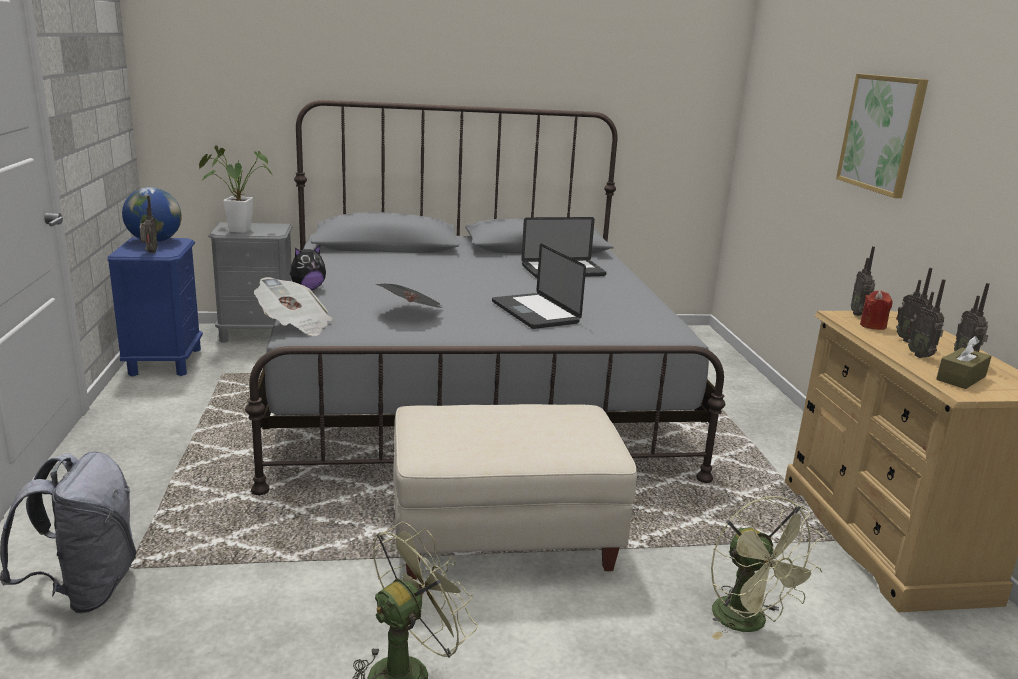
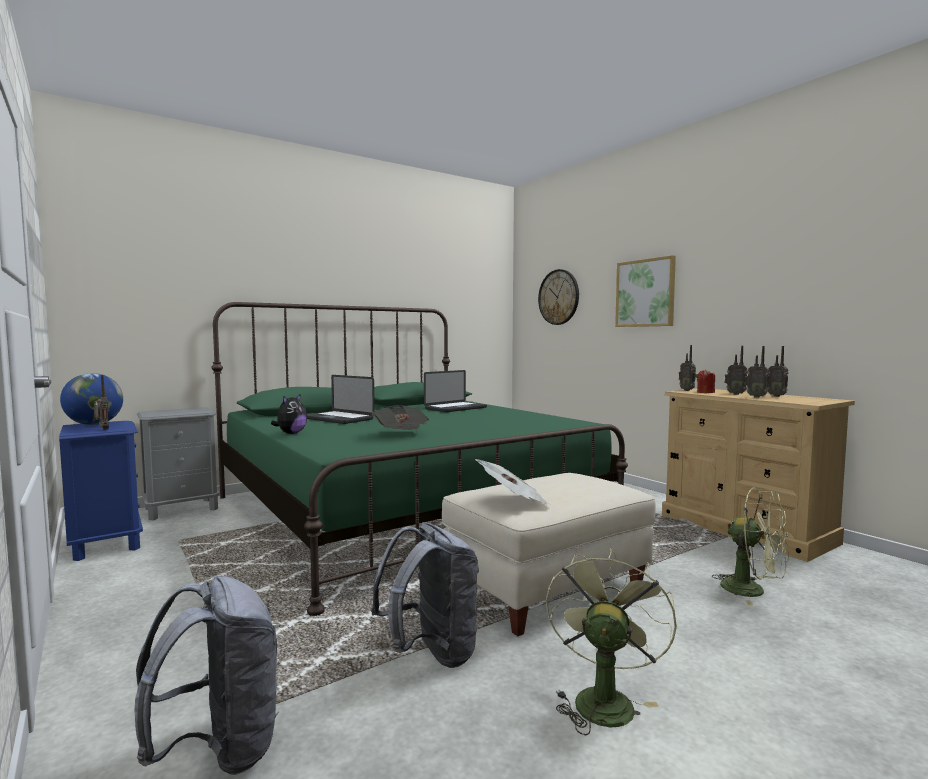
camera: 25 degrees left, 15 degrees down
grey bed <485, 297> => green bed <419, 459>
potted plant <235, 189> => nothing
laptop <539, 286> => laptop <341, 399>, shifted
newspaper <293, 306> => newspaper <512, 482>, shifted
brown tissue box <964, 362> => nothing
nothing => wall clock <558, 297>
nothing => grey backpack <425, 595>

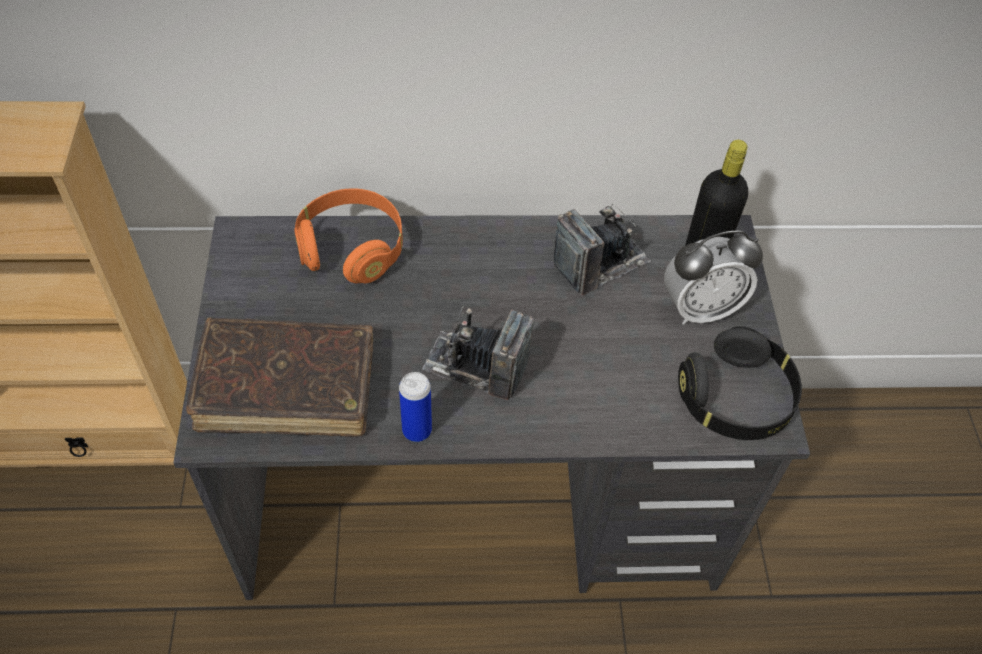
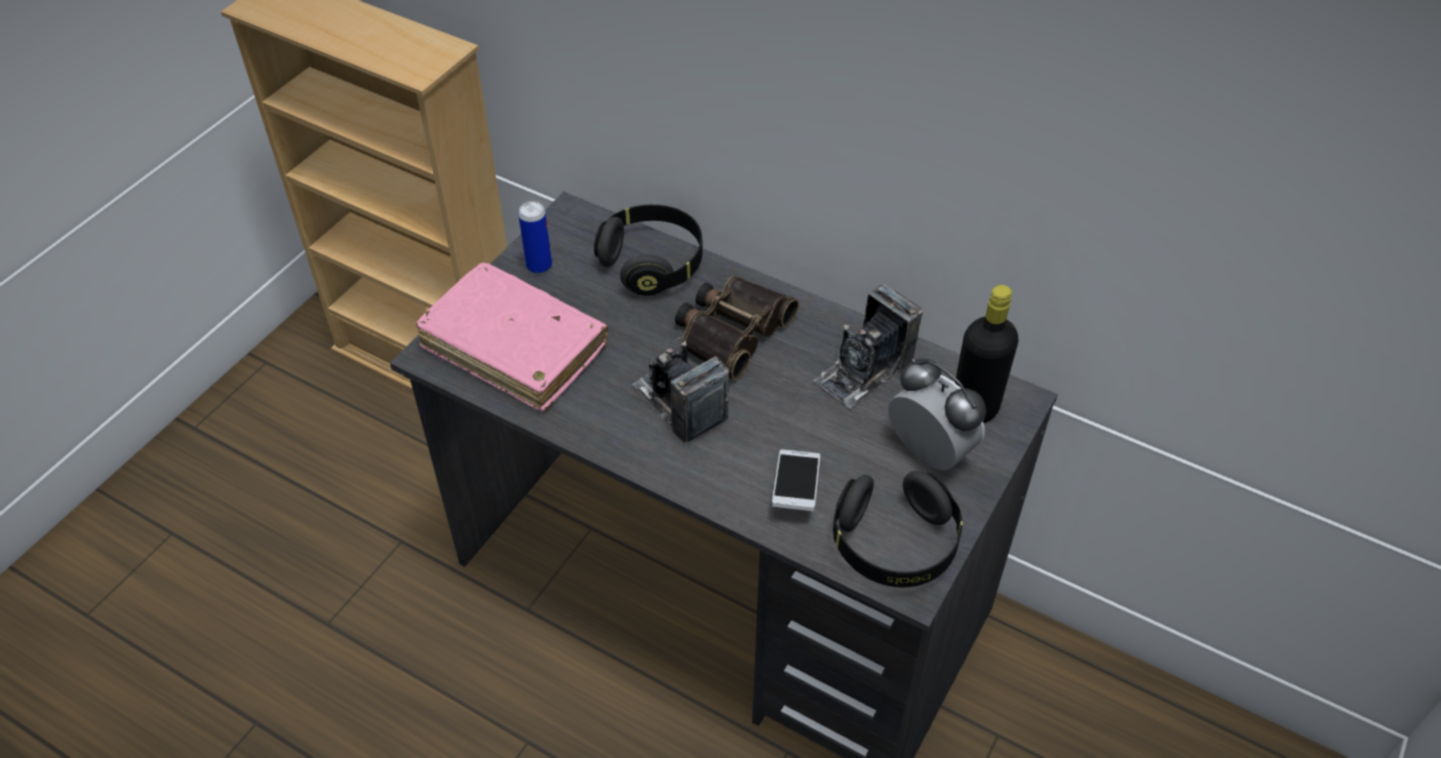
camera: 35 degrees right, 5 degrees down
orange headphones <348, 235> => black headphones <648, 250>
photo camera <602, 250> => photo camera <868, 346>, 135 degrees clockwise
alarm clock <713, 278> => alarm clock <937, 414>, 150 degrees counterclockwise
brown book <279, 377> => pink book <512, 336>
can <415, 407> => can <535, 237>, shifted
nothing => binoculars <737, 328>
nothing => phone <796, 480>

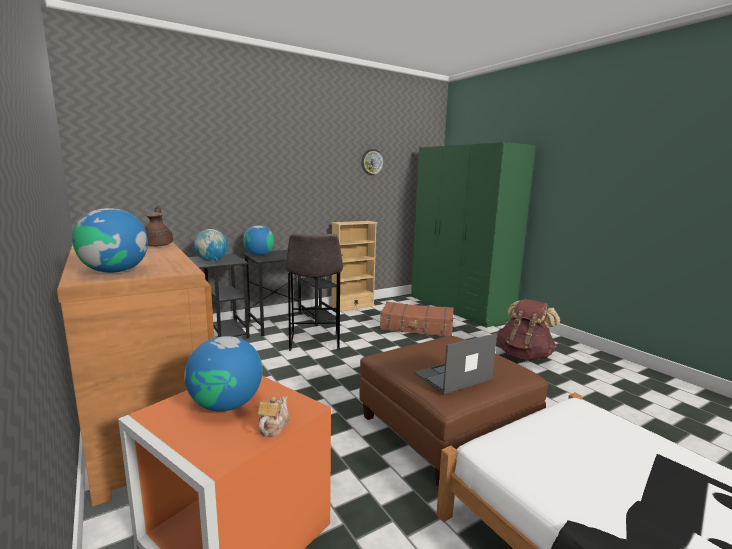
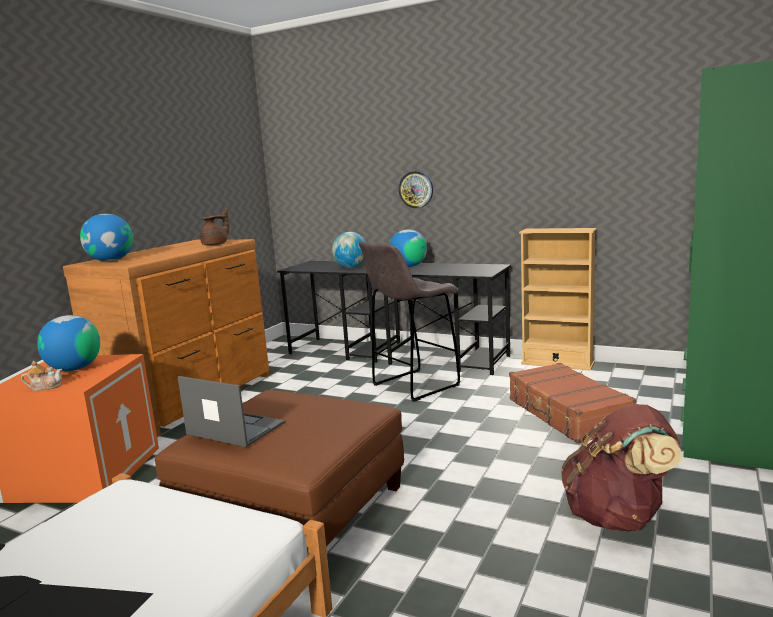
camera: 60 degrees right, 0 degrees up
wall clock <372, 162> => wall clock <415, 189>, shifted

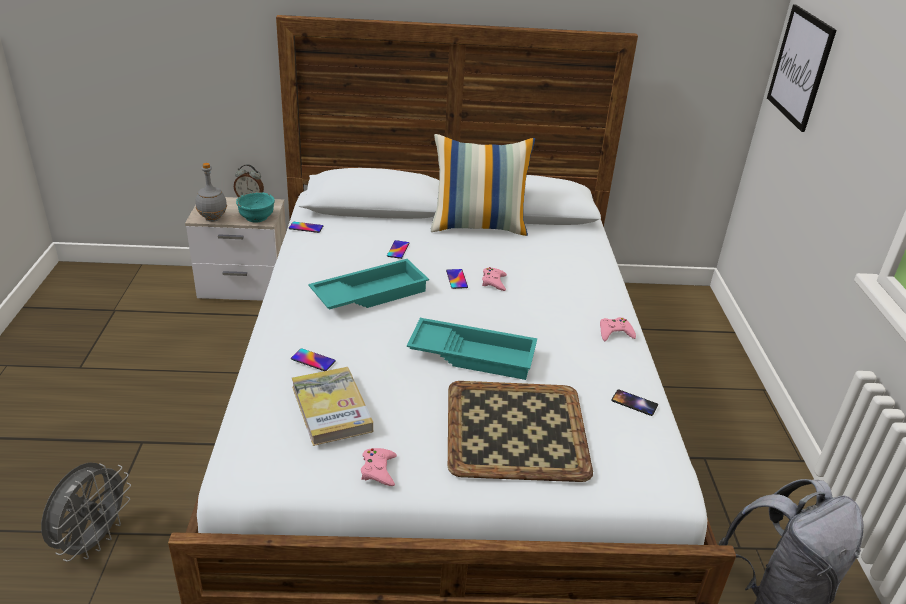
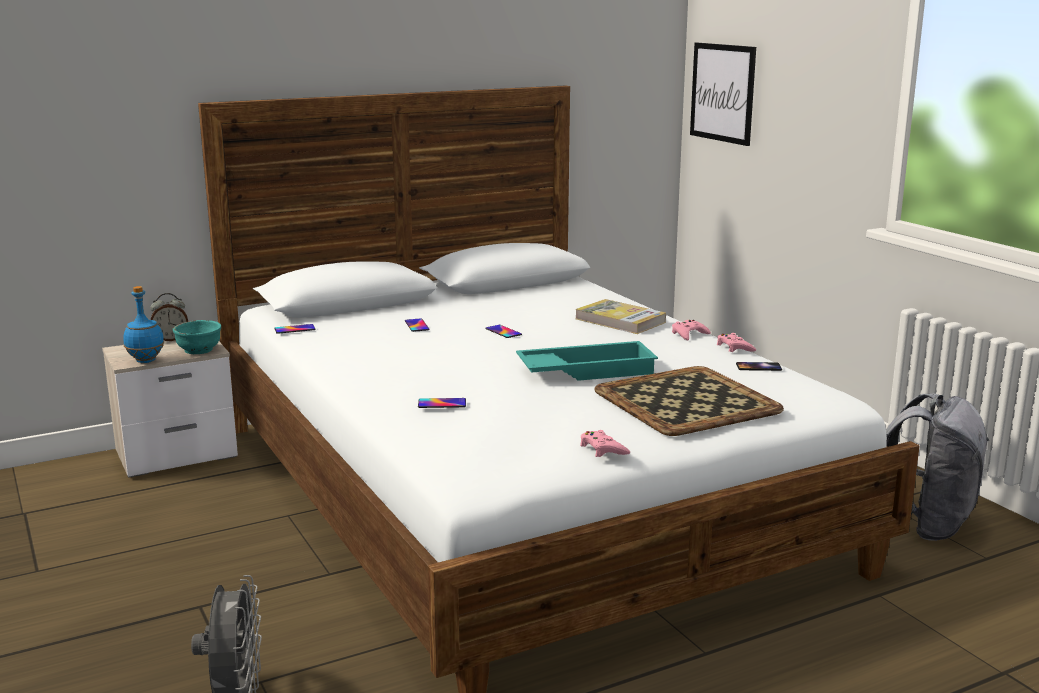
camera: 25 degrees left, 15 degrees down
pillow <483, 185> => nothing
grey bottle <211, 192> => blue bottle <143, 324>
turquoise tray <368, 284> => nothing
pink game controller <494, 279> => pink game controller <736, 342>, shifted
book <332, 406> => book <620, 316>, shifted

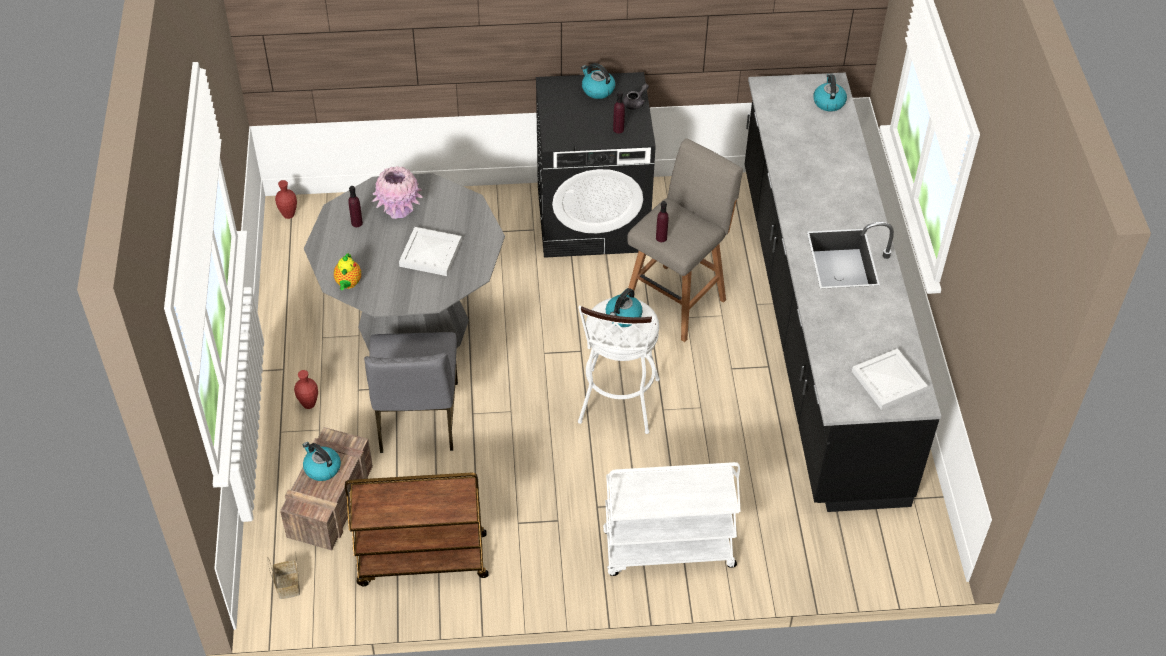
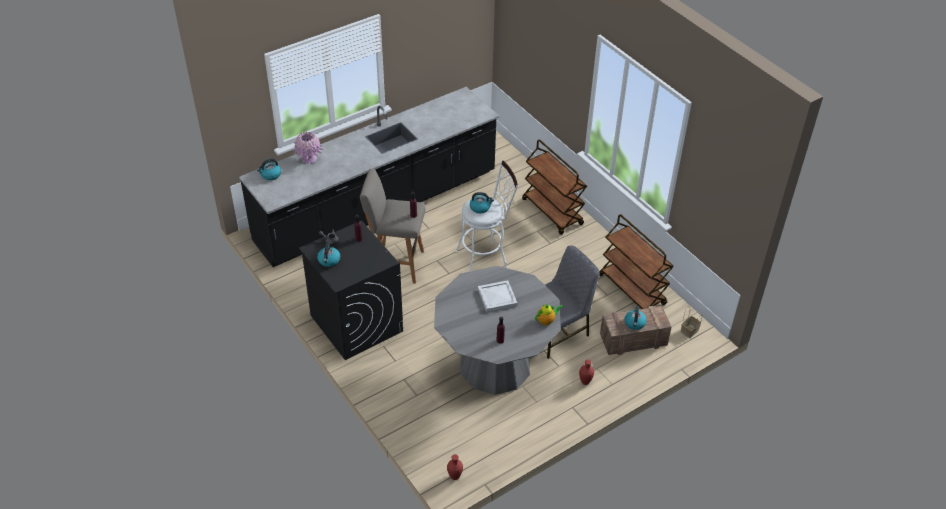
camera: 120 degrees left, 5 degrees down
pink vase <397, 192> => pink vase <308, 148>, shifted
white tray <890, 379> => nothing
white cart <672, 519> => brown cart <554, 187>

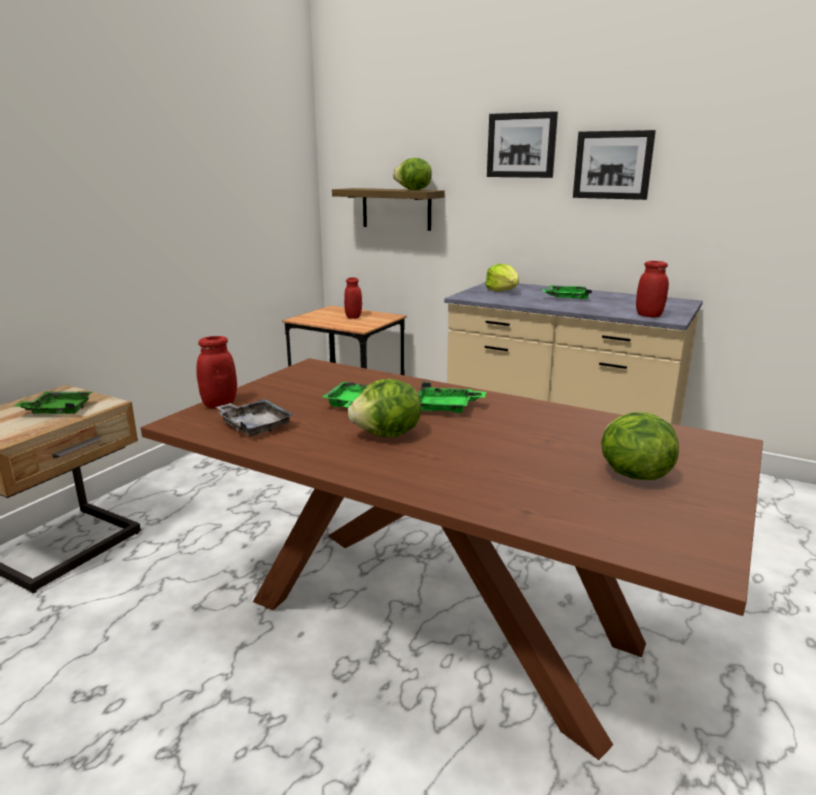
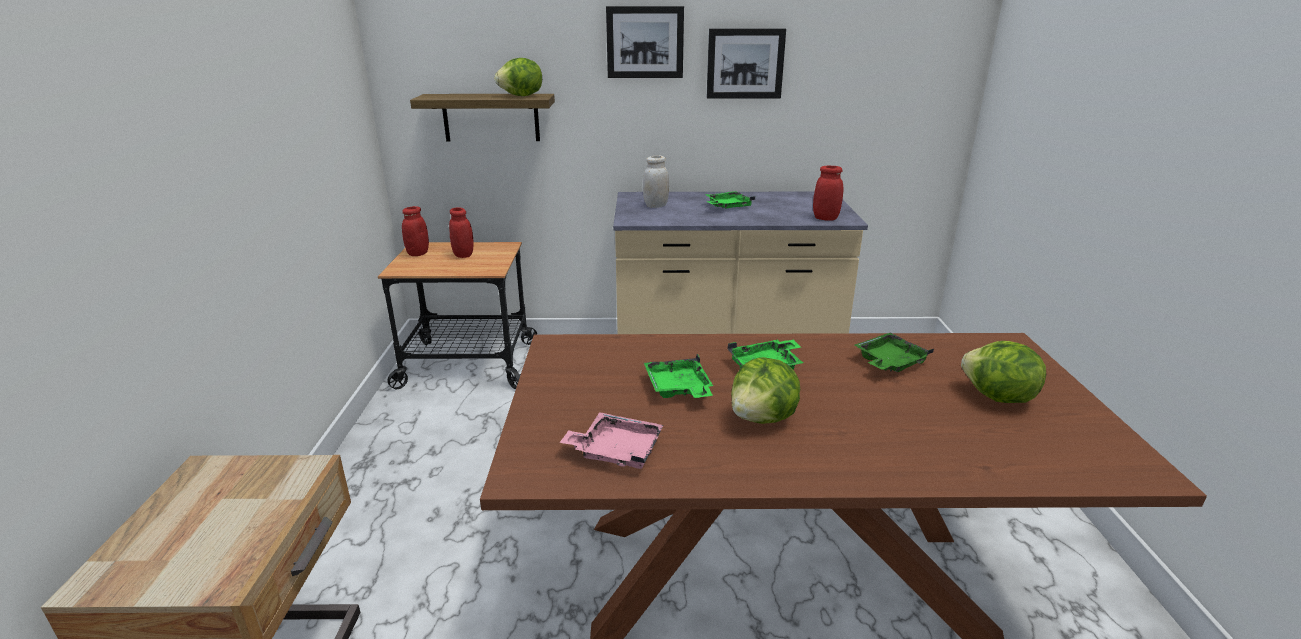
camera: 30 degrees left, 5 degrees up
lettuce <502, 278> => white jar <656, 181>
red jar <216, 372> => red jar <415, 231>, shifted
green tray <52, 403> => green tray <894, 352>, shifted
grey tray <254, 418> => pink tray <611, 440>

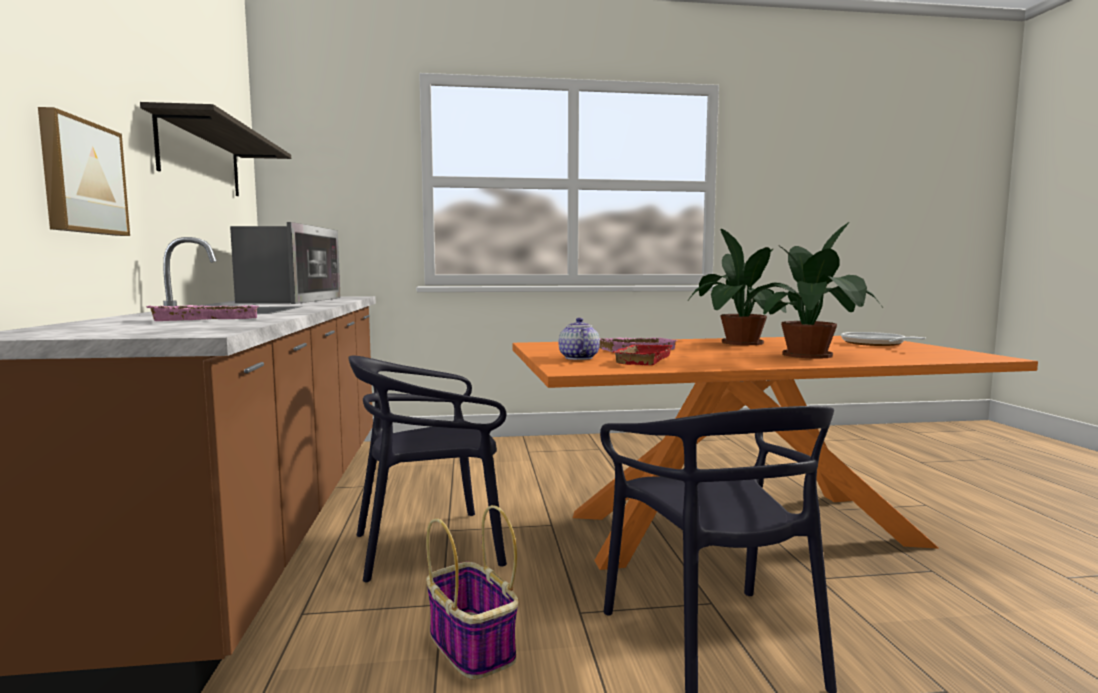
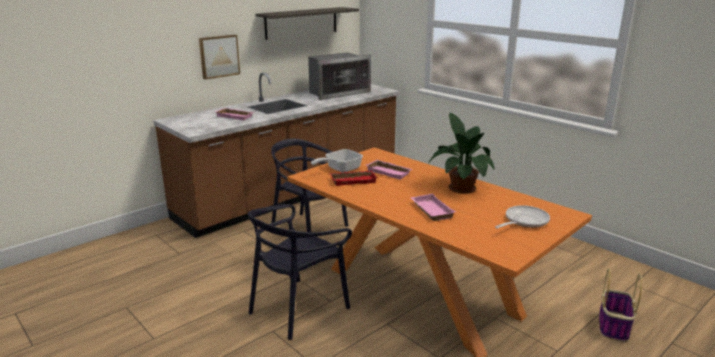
camera: 55 degrees right, 15 degrees up
potted plant <813, 290> => pink tray <433, 207>
teapot <579, 339> => frying pan <337, 160>
basket <472, 592> => basket <620, 305>, shifted

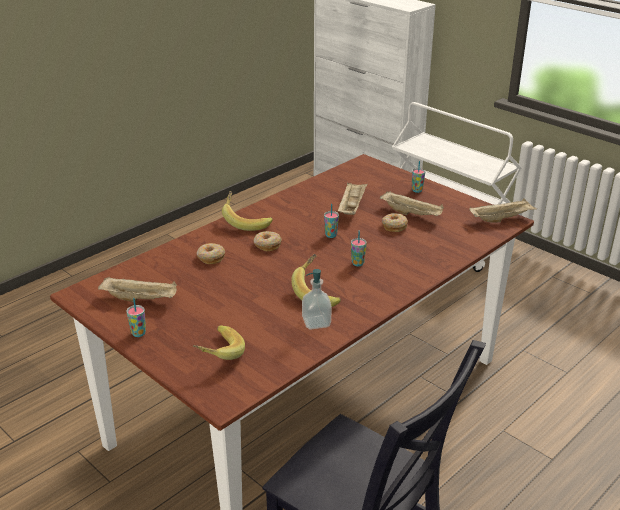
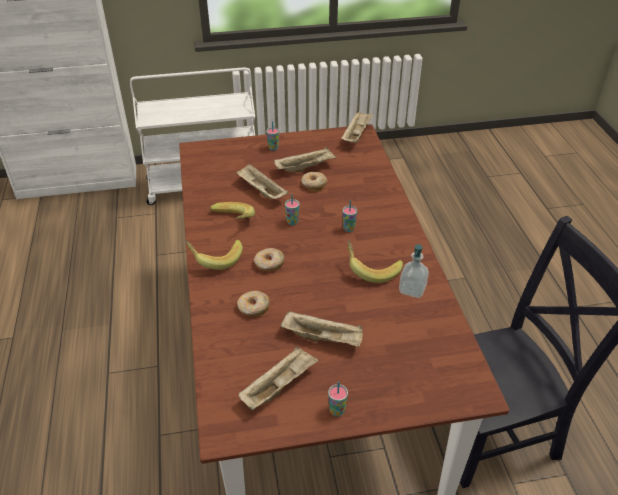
camera: 55 degrees left, 10 degrees up
banana <218, 343> => banana <232, 210>, shifted
nothing => beige tray <322, 329>

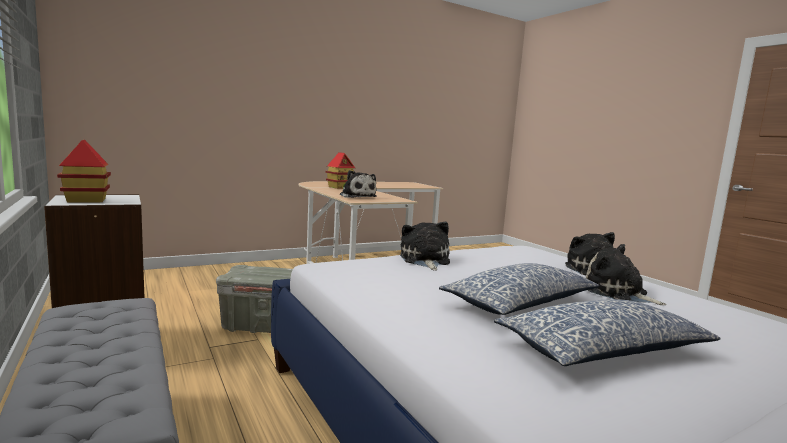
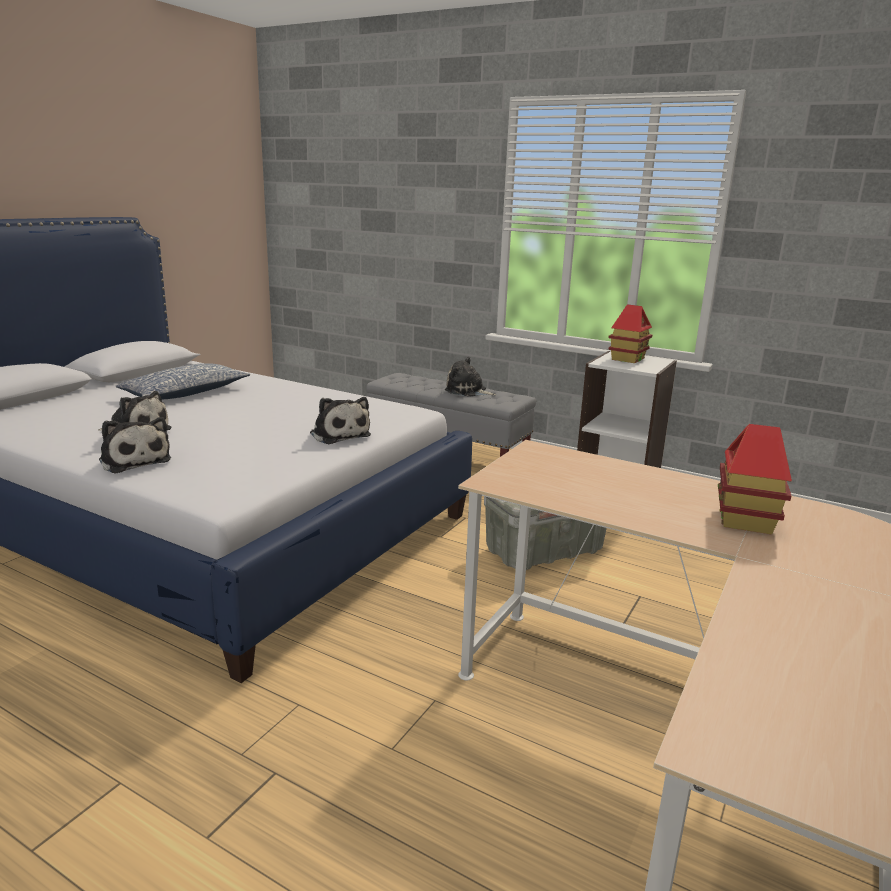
camera: 150 degrees right, 10 degrees up
plush toy <358, 184> => plush toy <470, 377>, shifted
pillow <519, 289> => nothing

